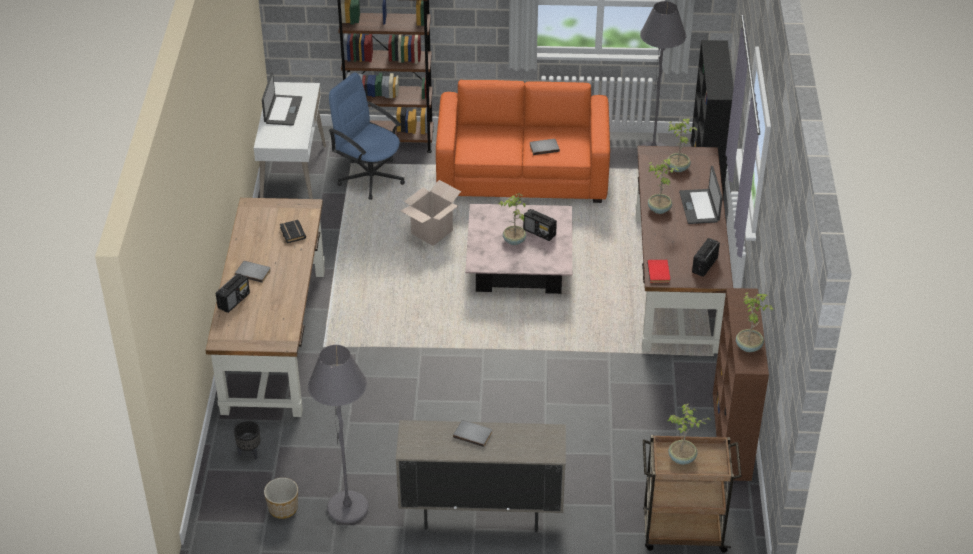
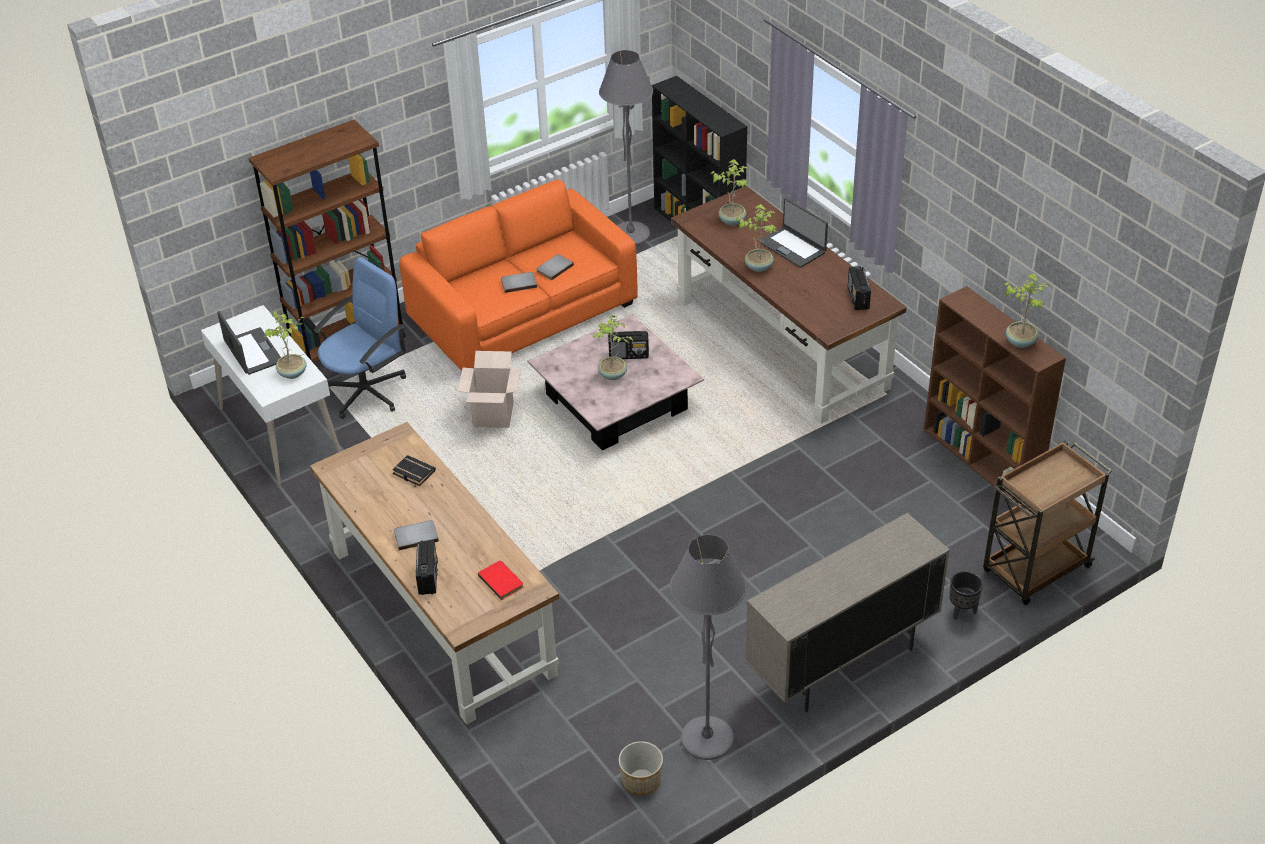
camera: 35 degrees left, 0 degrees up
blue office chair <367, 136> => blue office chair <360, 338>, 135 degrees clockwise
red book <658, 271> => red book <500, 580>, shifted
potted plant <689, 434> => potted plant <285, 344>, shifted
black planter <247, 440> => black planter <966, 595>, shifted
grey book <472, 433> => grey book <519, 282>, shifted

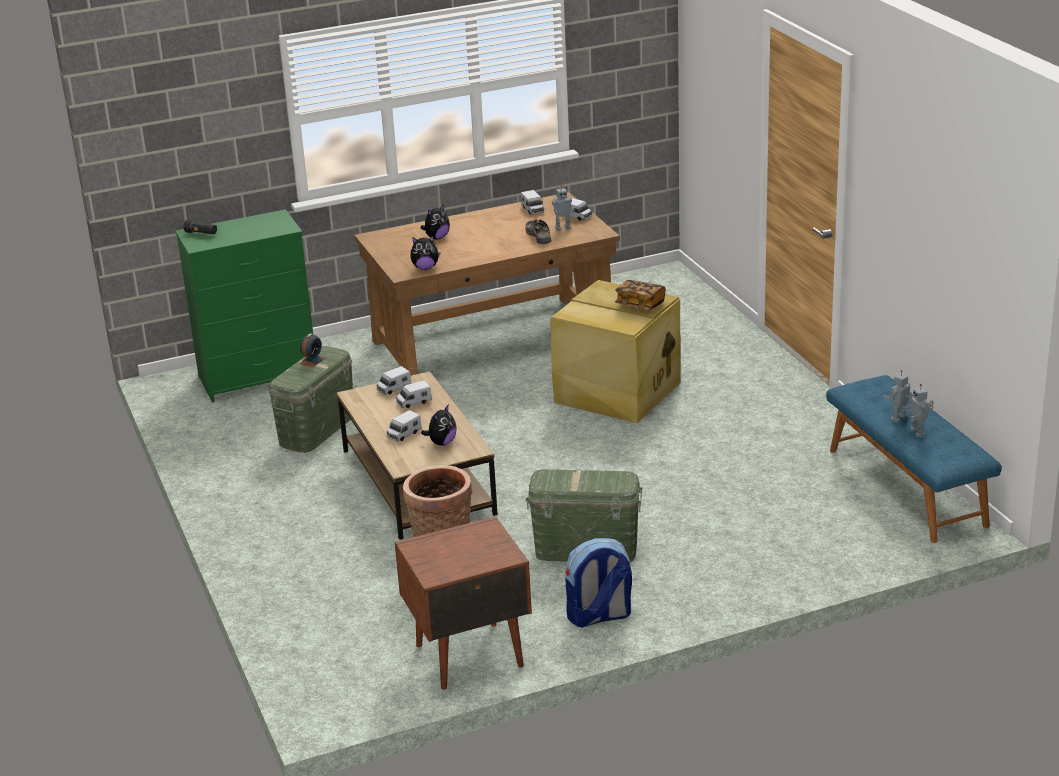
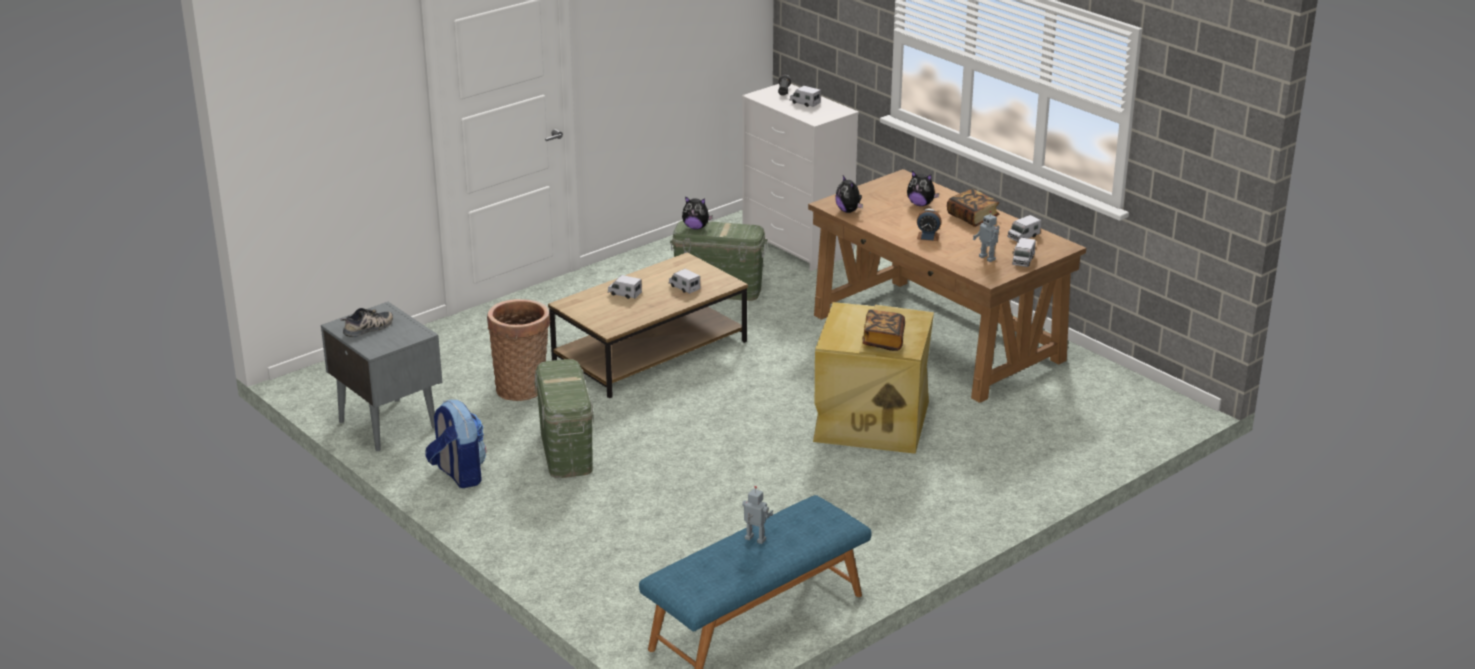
camera: 70 degrees right, 0 degrees up
green dresser <244, 305> => white dresser <800, 177>
shoe <538, 231> => shoe <366, 322>, shifted
alarm clock <312, 350> => alarm clock <929, 225>, shifted
toy truck <394, 380> => toy truck <805, 96>, shifted
toy robot <918, 411> => nothing
plush toy <439, 425> => plush toy <697, 213>, shifted
brown nightstand <463, 603> => grey nightstand <381, 376>
nothing => book <973, 208>

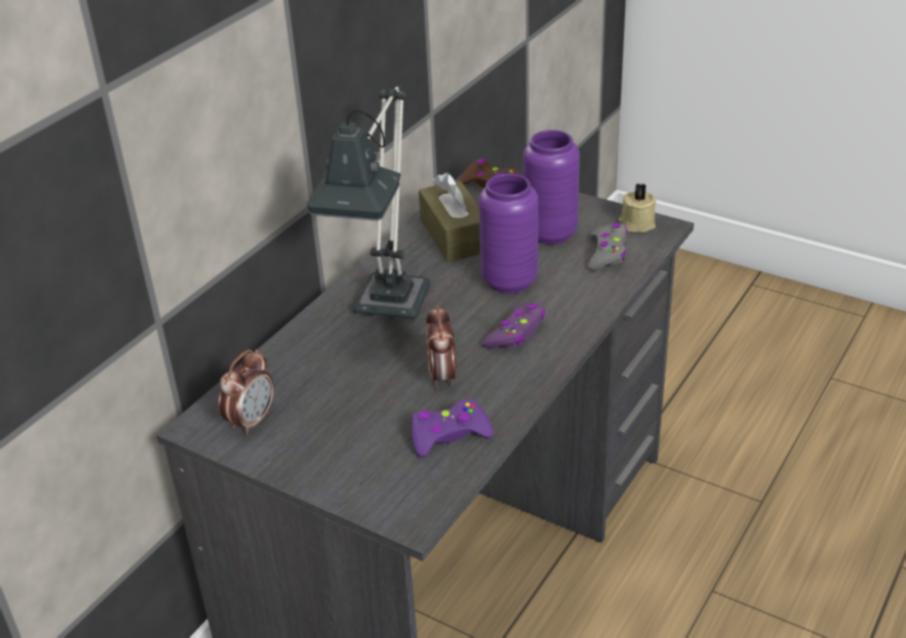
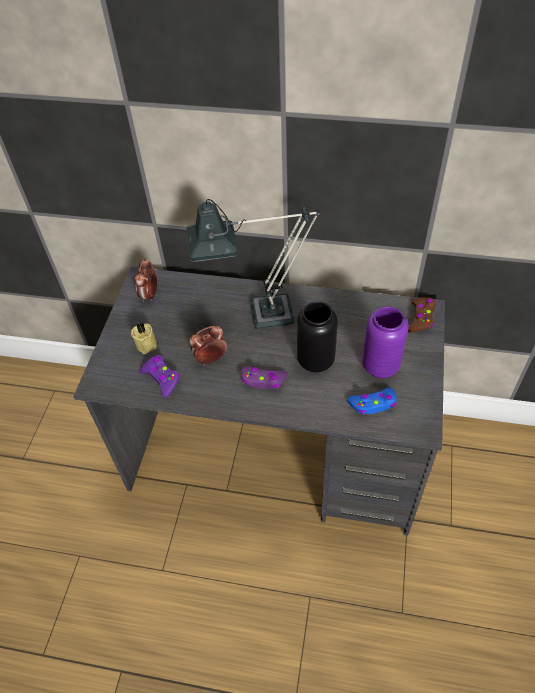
camera: 70 degrees right, 15 degrees up
brown tissue box <449, 217> => nothing
purple vase <508, 234> => black vase <317, 337>
beige candle <637, 207> => beige candle <144, 338>, shifted
grey game controller <607, 246> => blue game controller <372, 401>
alarm clock <246, 392> => alarm clock <145, 280>, 90 degrees clockwise

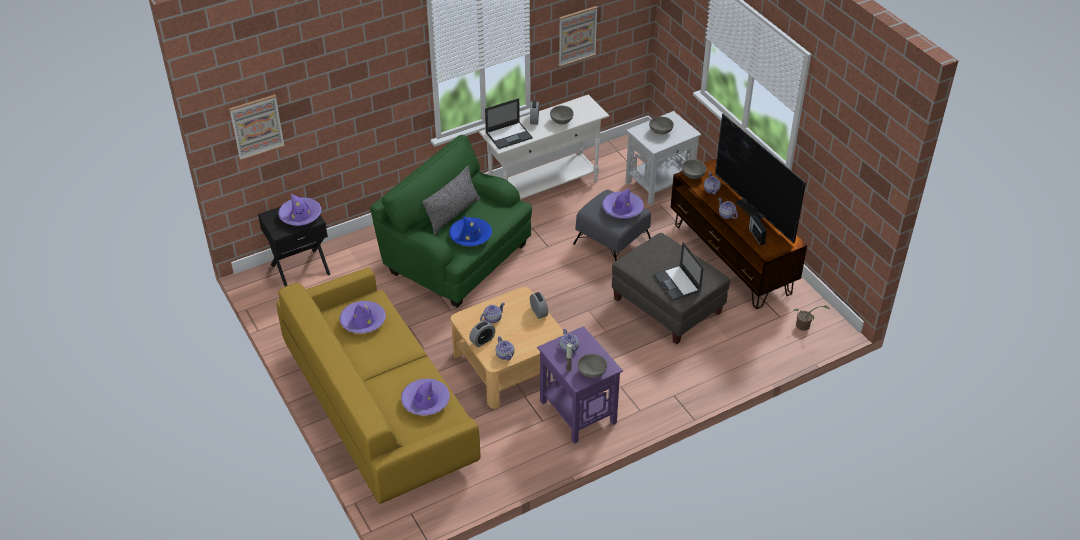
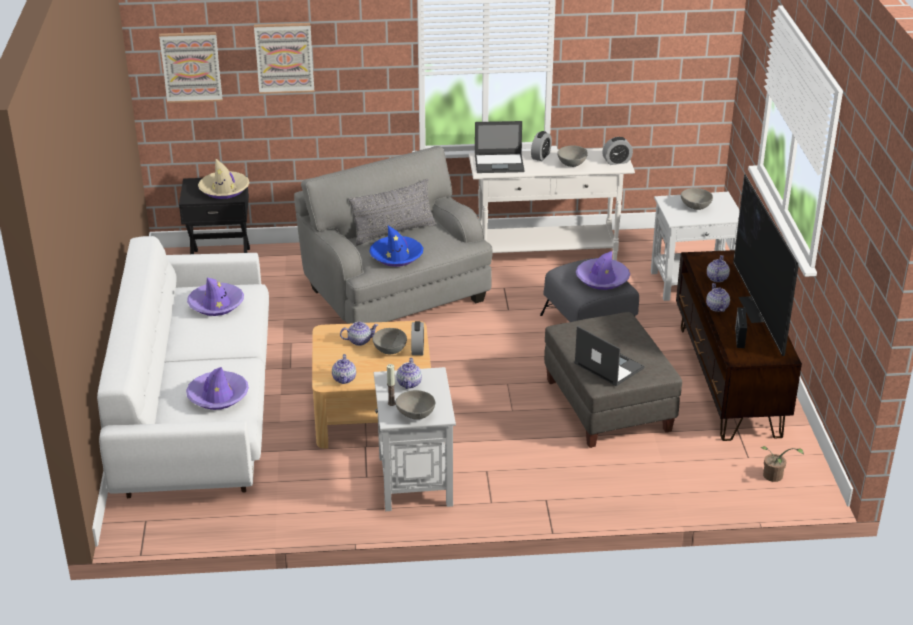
camera: 25 degrees right, 10 degrees down
picture <578, 36> => picture <284, 58>, shifted
green armchair <451, 221> => grey armchair <393, 235>
grey bowl <694, 169> => grey bowl <390, 341>, shifted
purple hat <300, 210> => beige hat <224, 179>
laptop <678, 271> => laptop <609, 356>, 135 degrees clockwise
yellow sofa <378, 385> => white sofa <183, 367>
alarm clock <482, 334> => alarm clock <617, 151>, shifted
purple side table <580, 385> => white side table <415, 439>

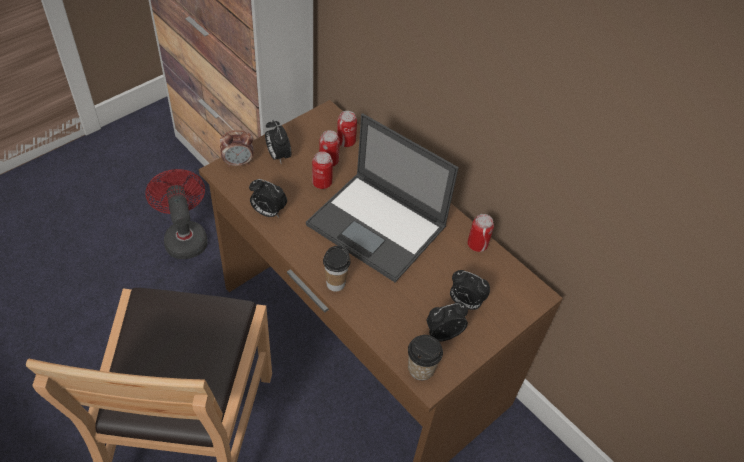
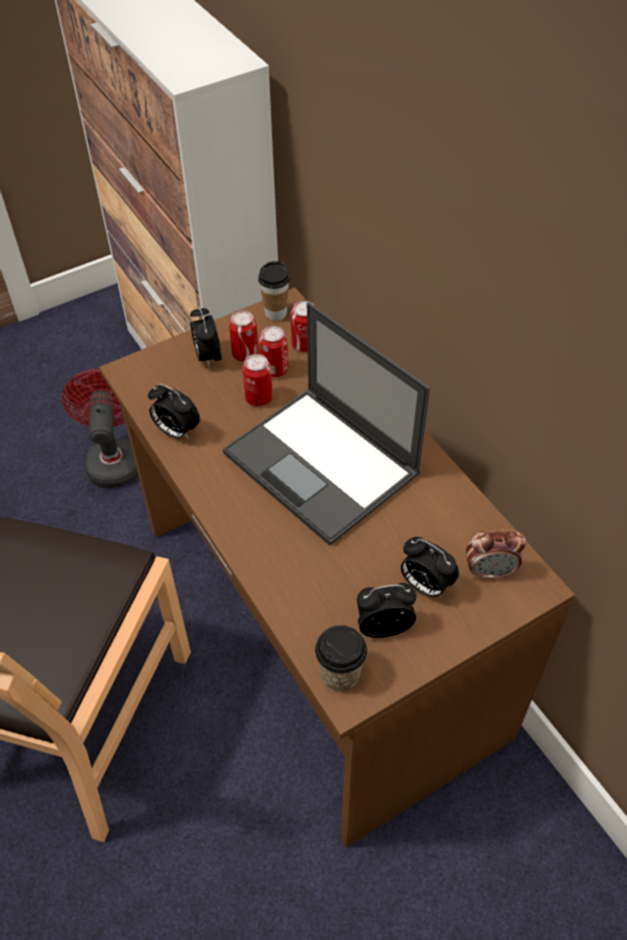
camera: 15 degrees right, 0 degrees up
alarm clock <237, 148> => alarm clock <496, 554>, shifted
can <481, 233> => can <244, 336>, shifted
cup <337, 268> => cup <274, 291>, shifted

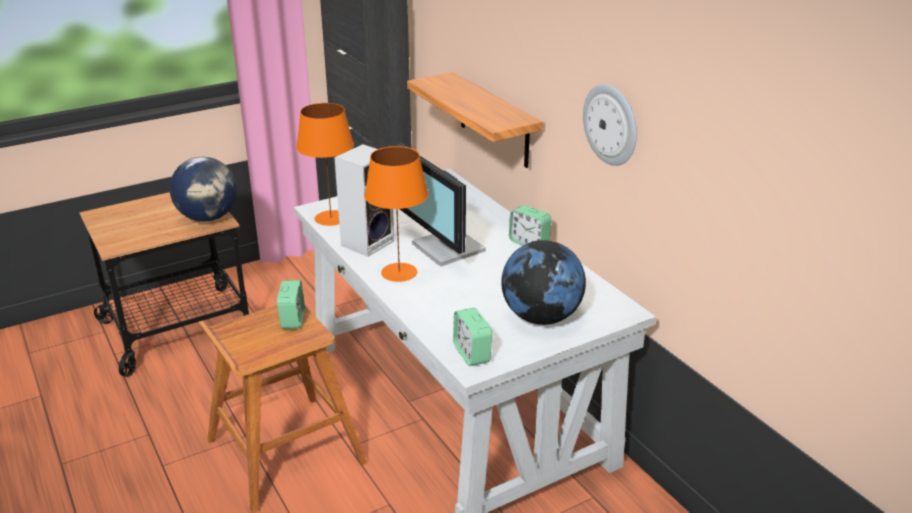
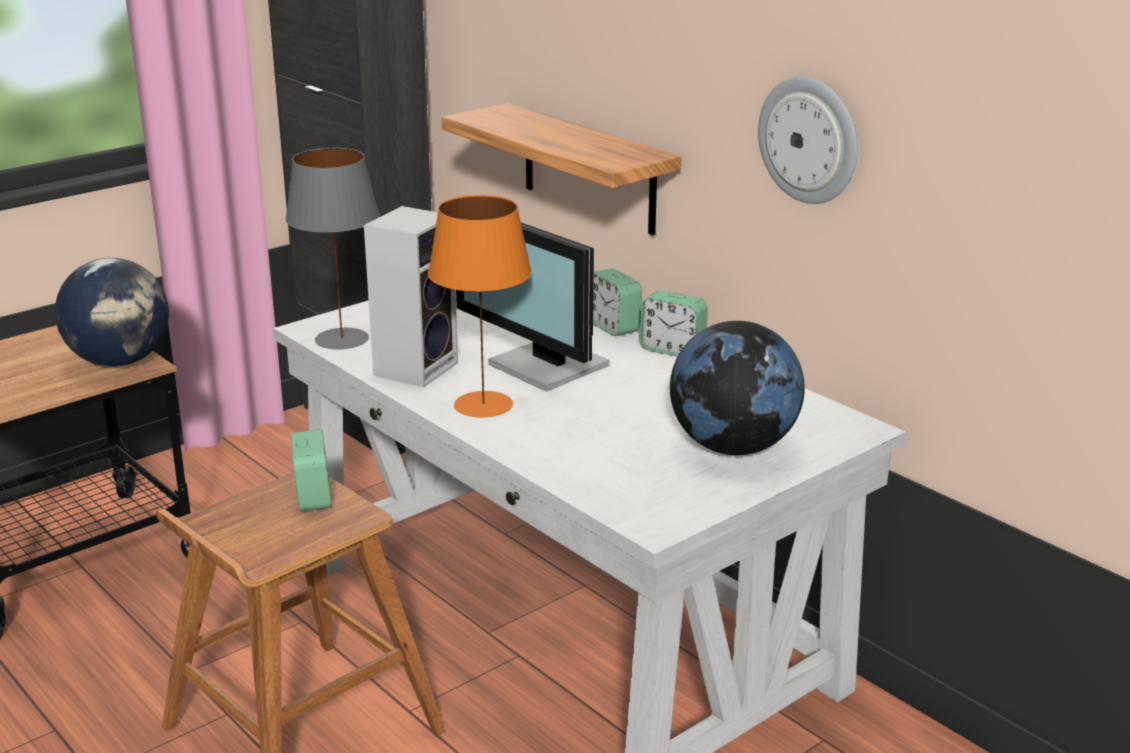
camera: 10 degrees left, 5 degrees down
orange table lamp <325, 164> => grey table lamp <332, 249>
alarm clock <472, 337> => alarm clock <617, 302>, shifted

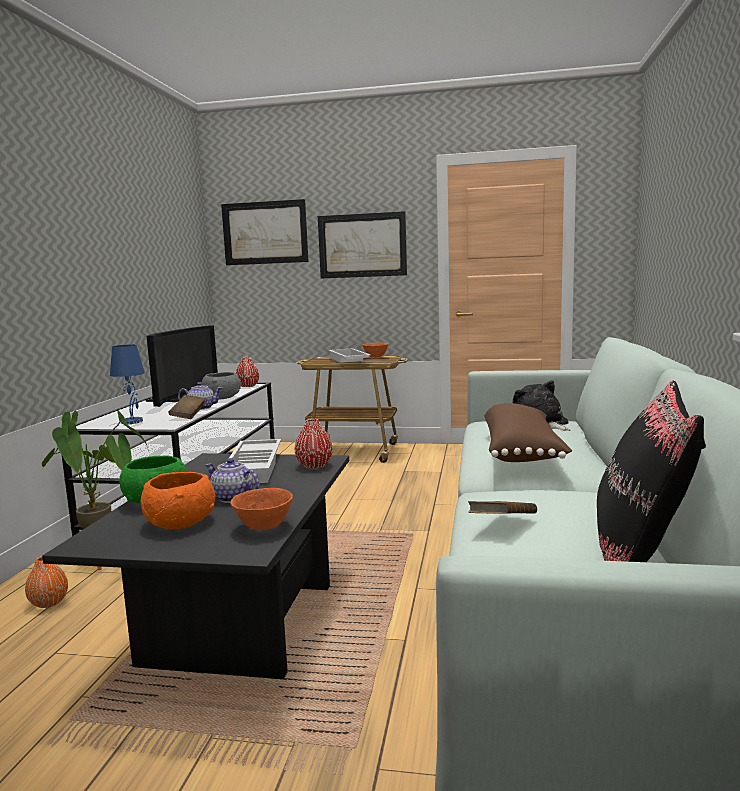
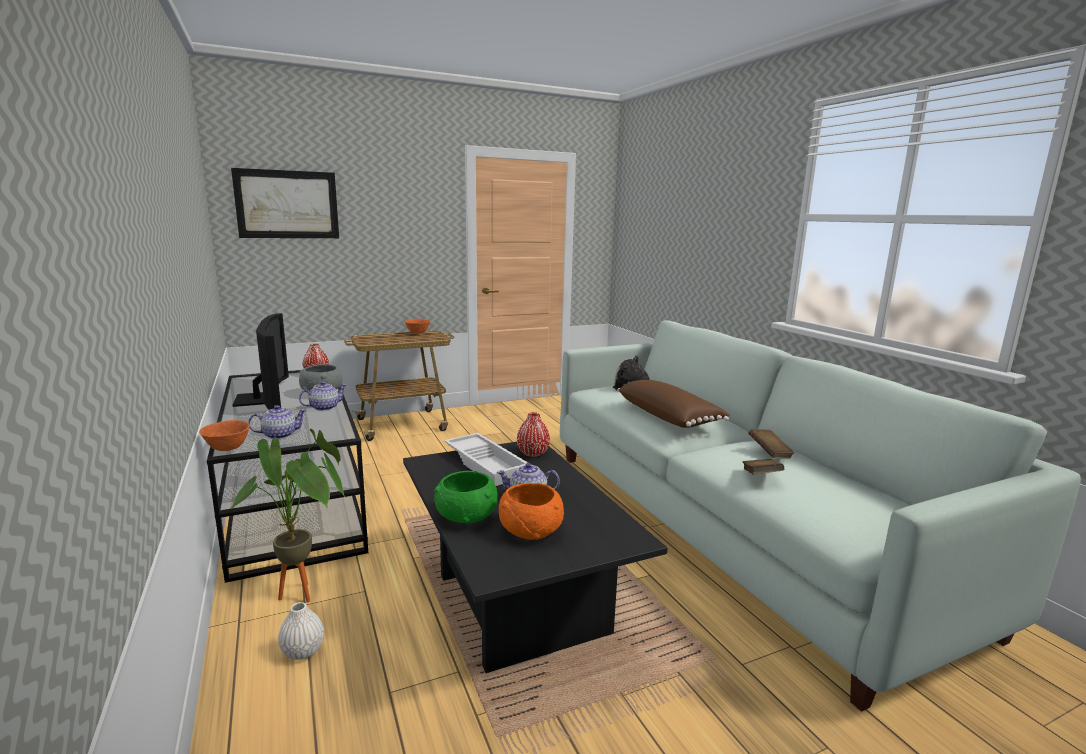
camera: 35 degrees left, 5 degrees up
picture <362, 244> => nothing
blue table lamp <127, 384> => teapot <277, 422>
white tray <350, 355> => nothing
black pillow <651, 471> => nothing
brown book <187, 407> => brown book <771, 444>, shifted
orange bowl <261, 509> => orange bowl <224, 435>, shifted
orange vase <46, 582> => white vase <301, 631>

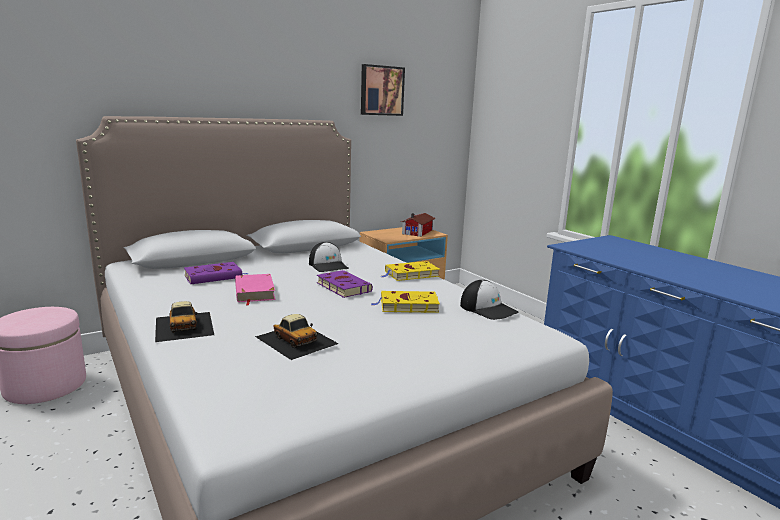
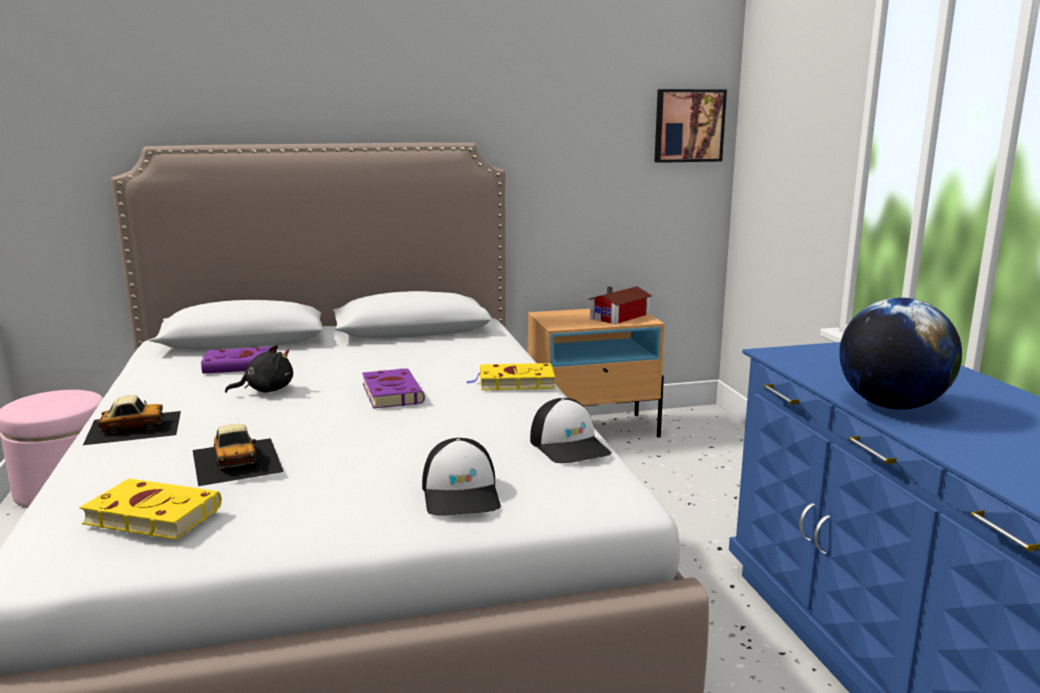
camera: 20 degrees right, 0 degrees up
picture <383, 90> => picture <690, 126>, shifted
cap <329, 257> => cap <461, 477>, shifted
pink book <255, 290> => black plush toy <259, 369>
yellow book <405, 302> => yellow book <150, 509>, shifted
toy car <184, 321> => toy car <132, 420>, 105 degrees counterclockwise
nothing => globe <900, 354>

